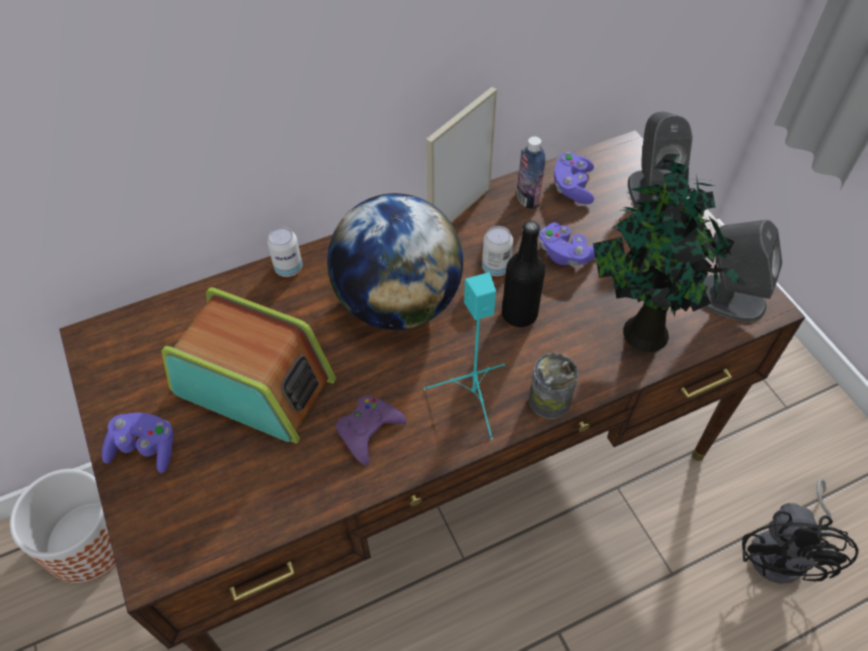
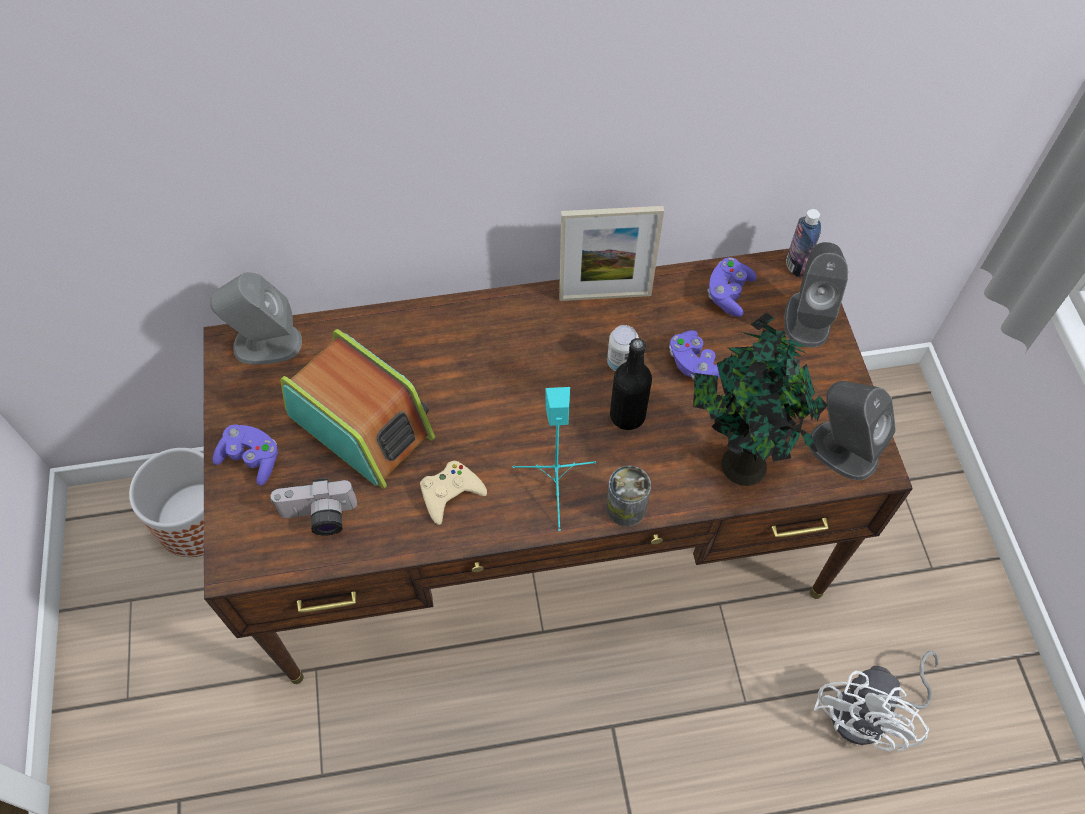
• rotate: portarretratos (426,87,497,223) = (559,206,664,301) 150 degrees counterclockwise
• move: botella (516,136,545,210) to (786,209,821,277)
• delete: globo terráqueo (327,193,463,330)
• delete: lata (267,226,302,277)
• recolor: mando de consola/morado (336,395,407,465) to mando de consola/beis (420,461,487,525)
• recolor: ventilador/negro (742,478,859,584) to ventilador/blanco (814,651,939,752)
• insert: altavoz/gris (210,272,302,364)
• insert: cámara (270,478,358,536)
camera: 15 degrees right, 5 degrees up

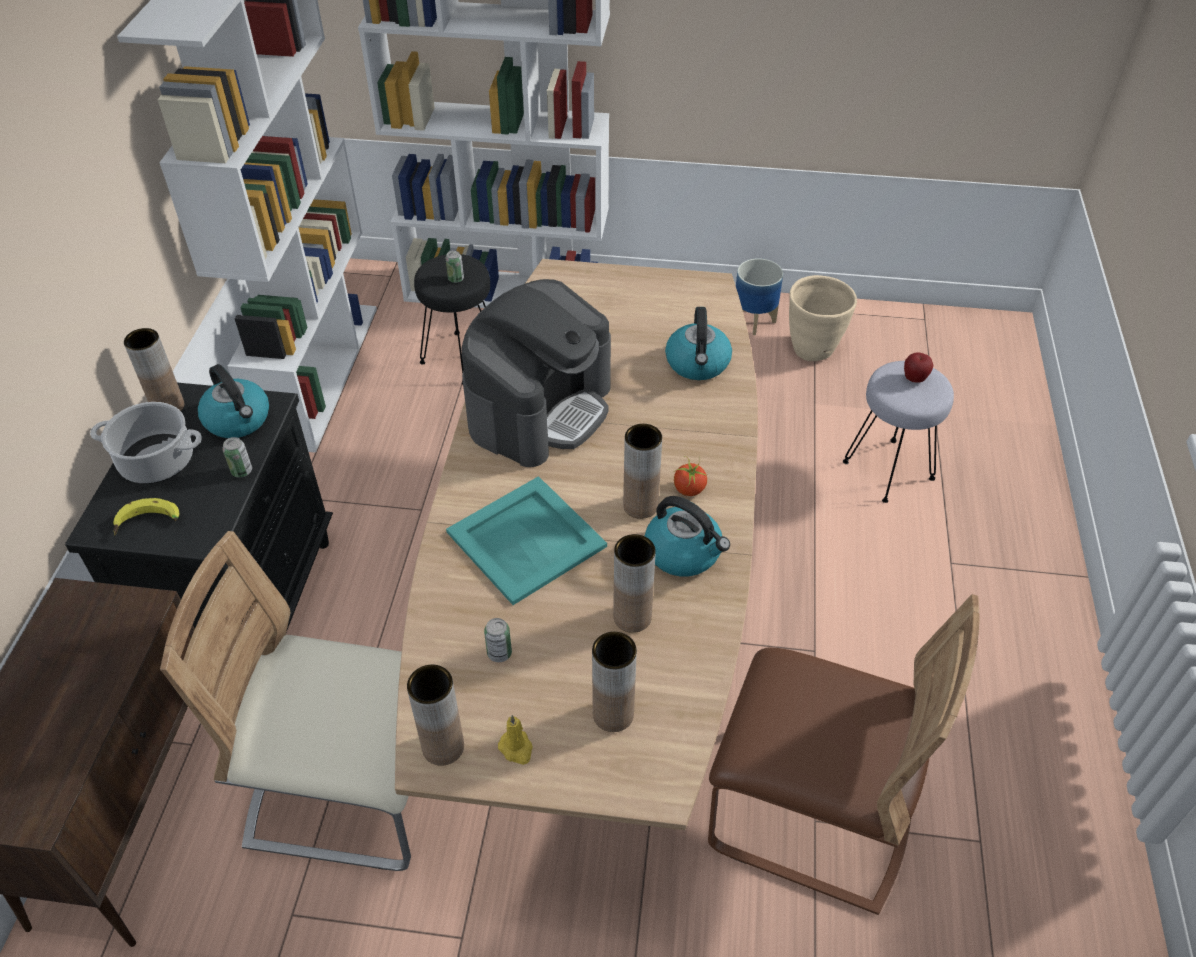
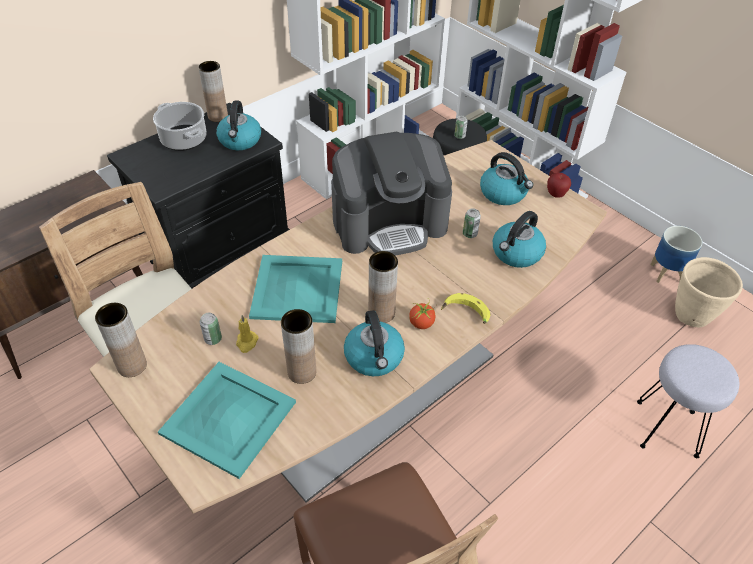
• move: manzana (904,353,933,383) to (547,173,571,198)
• move: lata (223,437,252,477) to (463,208,481,238)
• move: plátano (113,498,180,535) to (441,293,490,324)
• replace: florero/marrón (592,632,637,732) to bandeja/turquesa (158,362,296,479)
• move: vela/amarillo (498,715,533,765) to (236,315,259,353)
• insert: hervidor (480,152,533,205)
camera: 40 degrees right, 0 degrees up

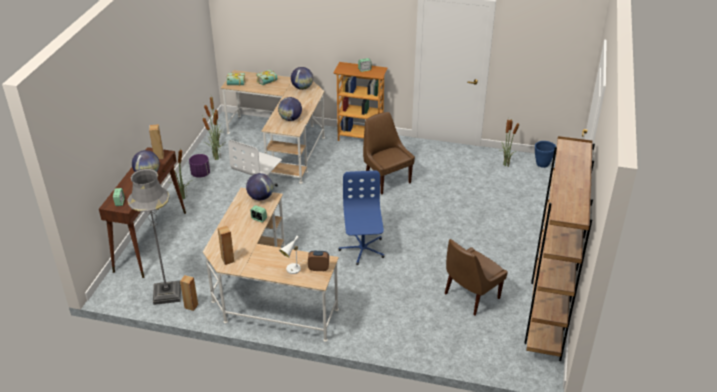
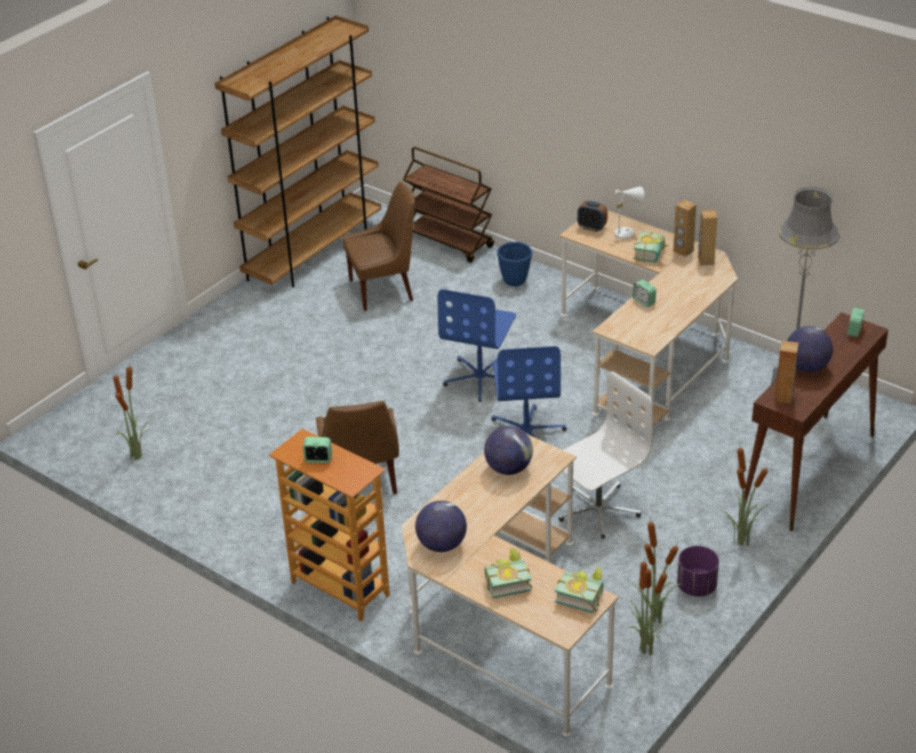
• move: maceta/azul (535,141,556,168) to (497,242,532,287)
• delete: globo terráqueo (246,173,274,200)
• move: altavoz/marrón (180,275,198,311) to (673,199,696,257)
• insert: carrito/marrón (403,147,494,263)
• insert: libro (634,232,668,263)
• insert: silla de oficina/azul (492,346,567,437)
camera: 155 degrees left, 0 degrees up

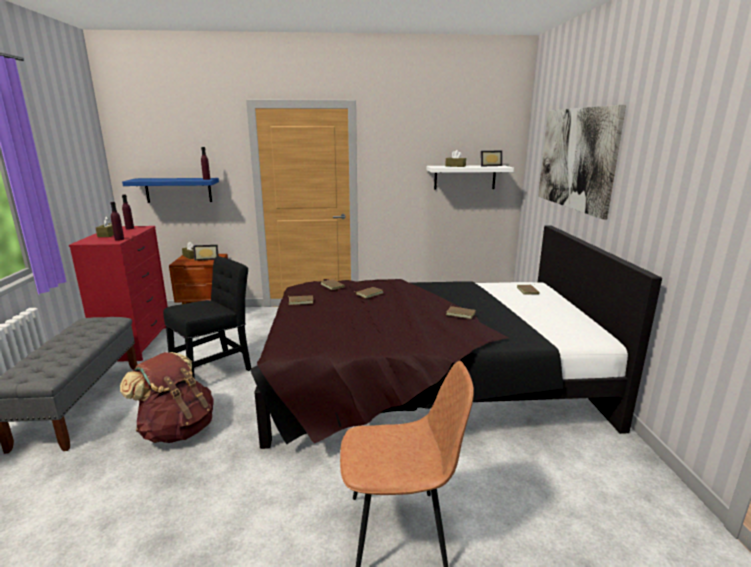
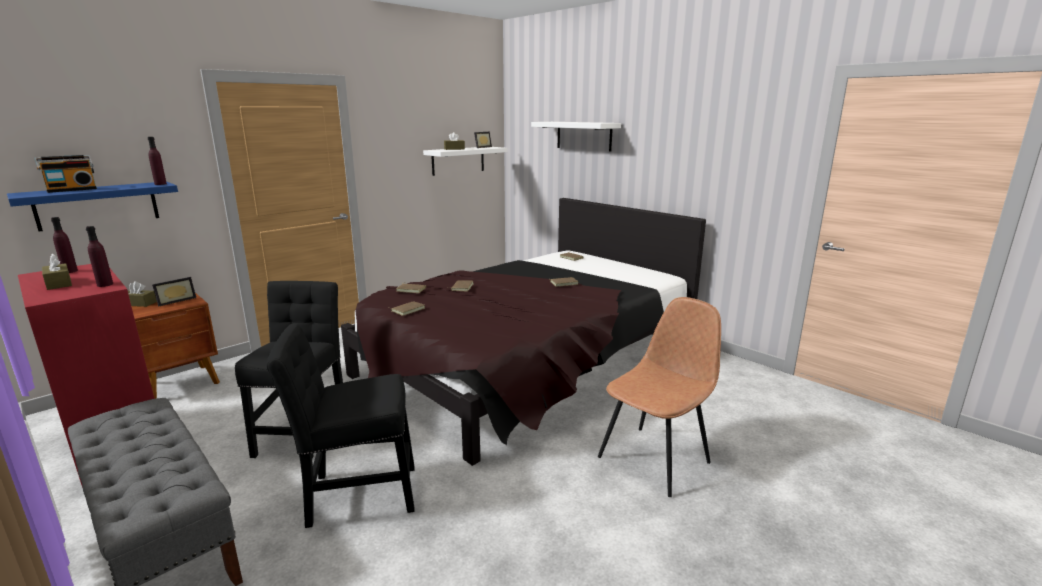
• replace: cuadro (538,105,626,219) to estante/blanco (531,122,621,152)
• replace: mochila/marrón (120,352,214,443) to silla/negro (266,323,415,528)
• insert: radio (35,155,97,193)
camera: 40 degrees left, 0 degrees up

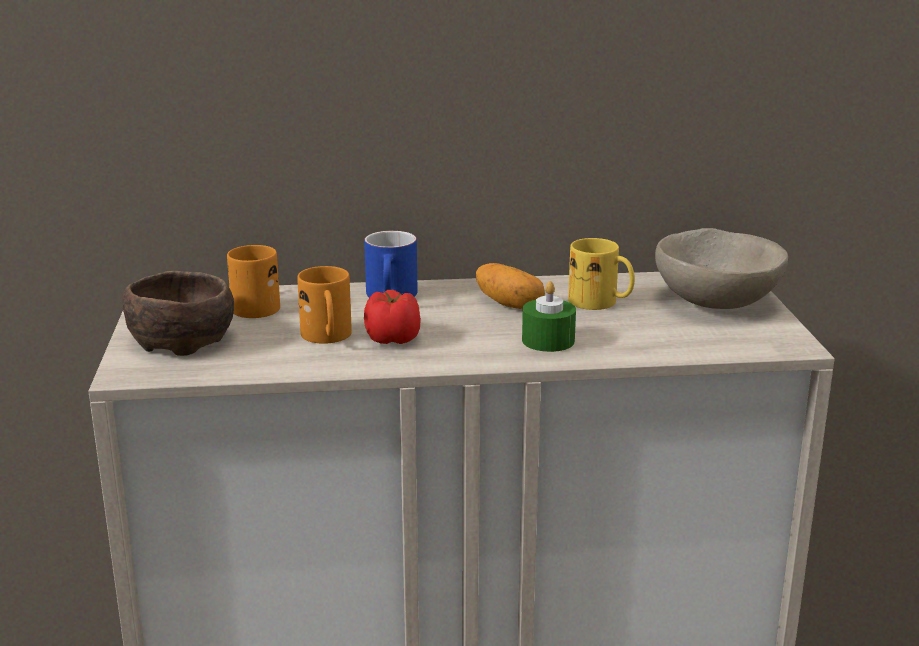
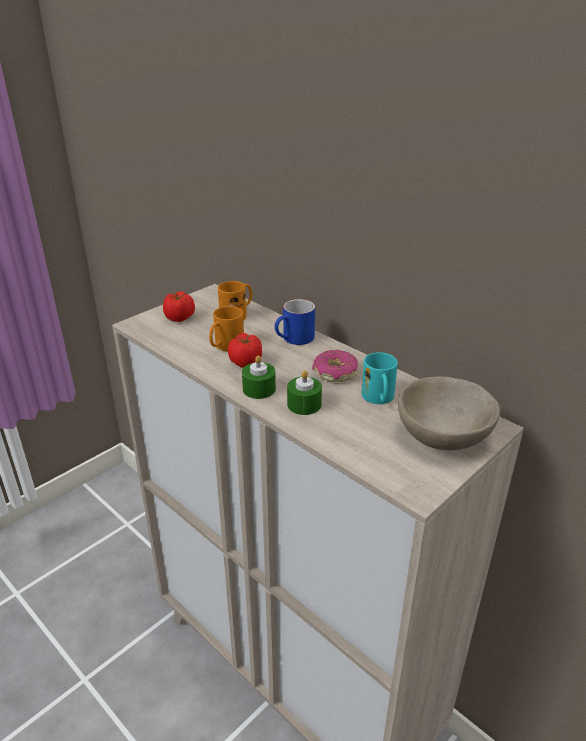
• recolor: taza grande/amarillo (568,238,635,310) to taza grande/turquesa (362,352,398,404)
• replace: patata (476,263,545,309) to rosquilla (312,350,358,382)
• replace: cuenco/marrón (123,271,234,356) to tomate (163,291,195,322)
• insert: vela/verde (242,355,276,399)
camera: 50 degrees right, 10 degrees up

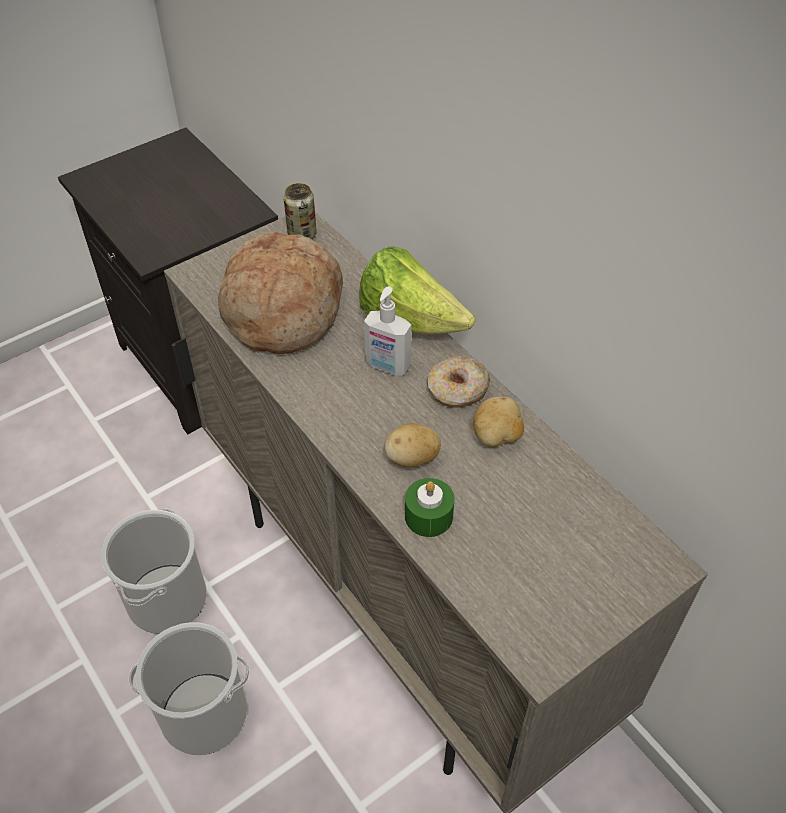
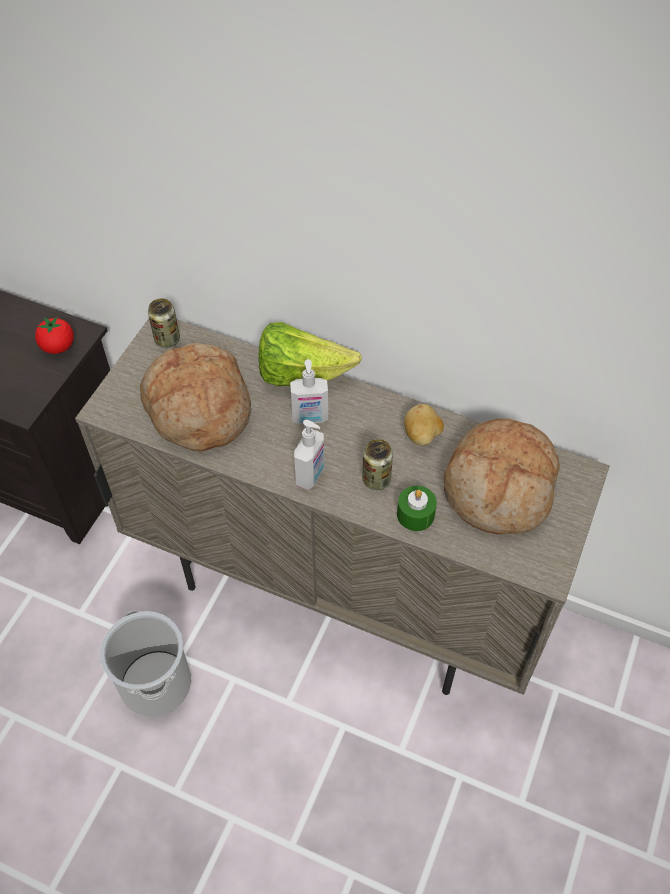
• delete: rosquilla (427,356,490,408)
• replace: patata (384,423,441,467) to lata (362,439,393,490)
• delete: cubo (129,622,249,755)
• insert: tomate (35,317,74,354)
• insert: pan (443,419,560,534)
• insert: dispensador de jabón (294,420,324,490)
camera: 30 degrees left, 5 degrees up

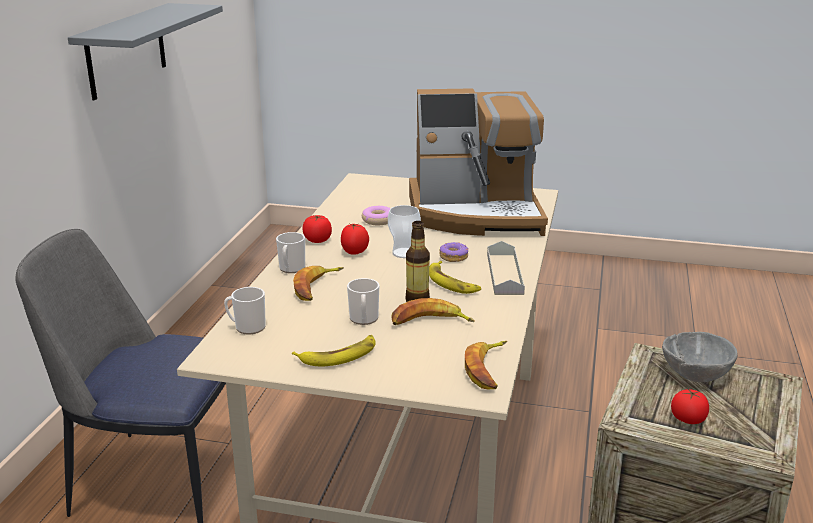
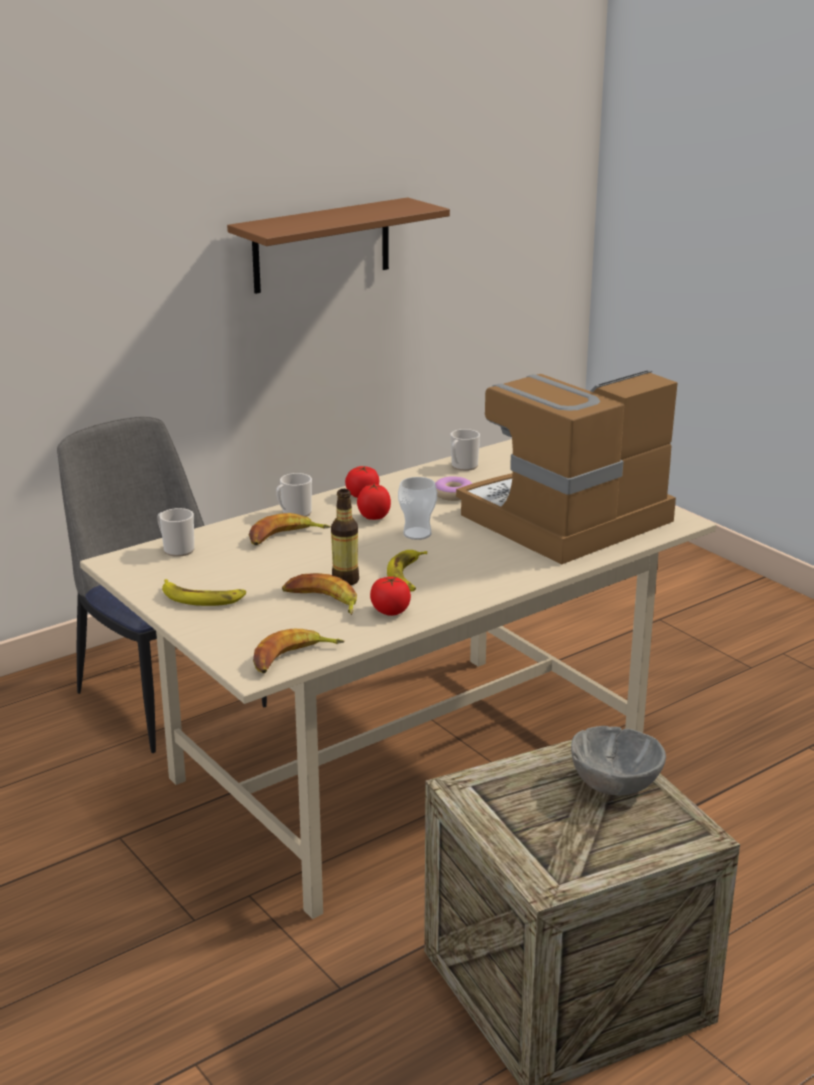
• recolor: estante/gris (68,3,223,100) to estante/marrón (227,197,450,294)
• rotate: cafetera (409,88,548,236) = (456,370,678,565) 105 degrees clockwise
• delete: bandeja/gris (487,241,525,295)
• delete: rosquilla (439,242,469,262)
• move: taza grande (347,278,379,325) to (451,429,480,471)
• move: tomate (671,389,709,424) to (370,577,411,616)
camera: 40 degrees right, 0 degrees up

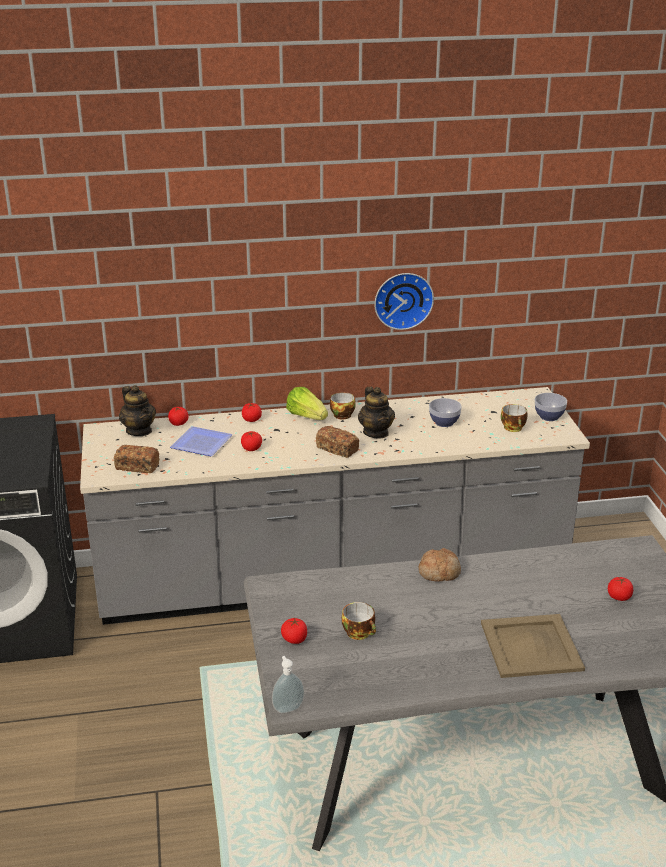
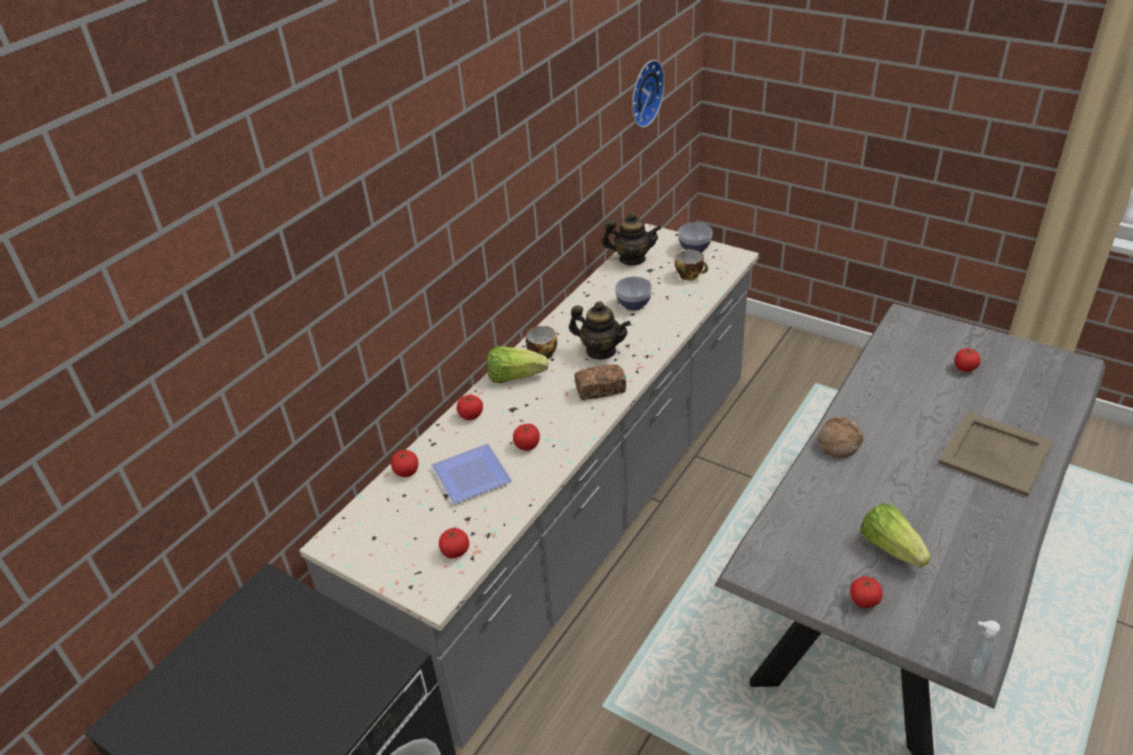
• move: reloj de pared (374,273,434,330) to (632,60,665,128)
• move: tetera (119,385,156,436) to (602,212,661,266)
• replace: pan (114,445,159,473) to tomate (439,528,469,558)
• replace: taza (342,602,376,640) to lechuga (860,504,931,567)
camera: 45 degrees left, 10 degrees up

